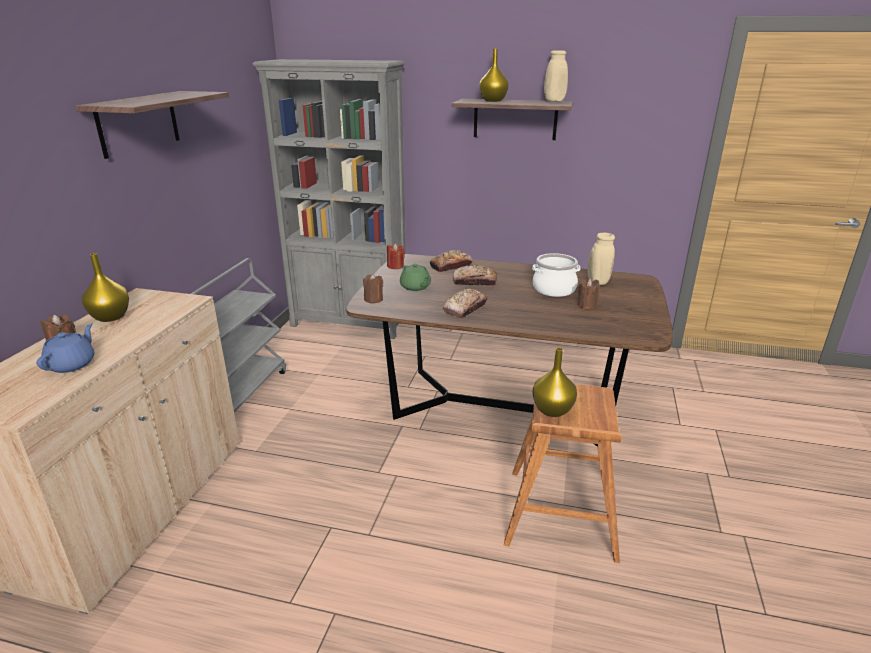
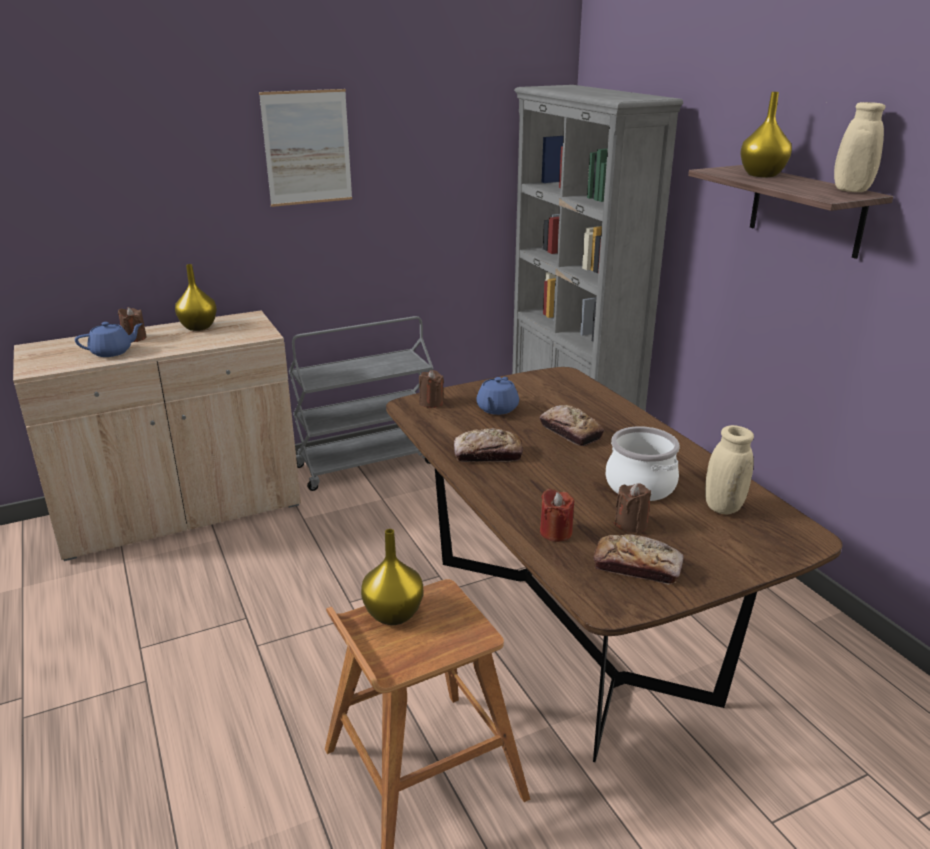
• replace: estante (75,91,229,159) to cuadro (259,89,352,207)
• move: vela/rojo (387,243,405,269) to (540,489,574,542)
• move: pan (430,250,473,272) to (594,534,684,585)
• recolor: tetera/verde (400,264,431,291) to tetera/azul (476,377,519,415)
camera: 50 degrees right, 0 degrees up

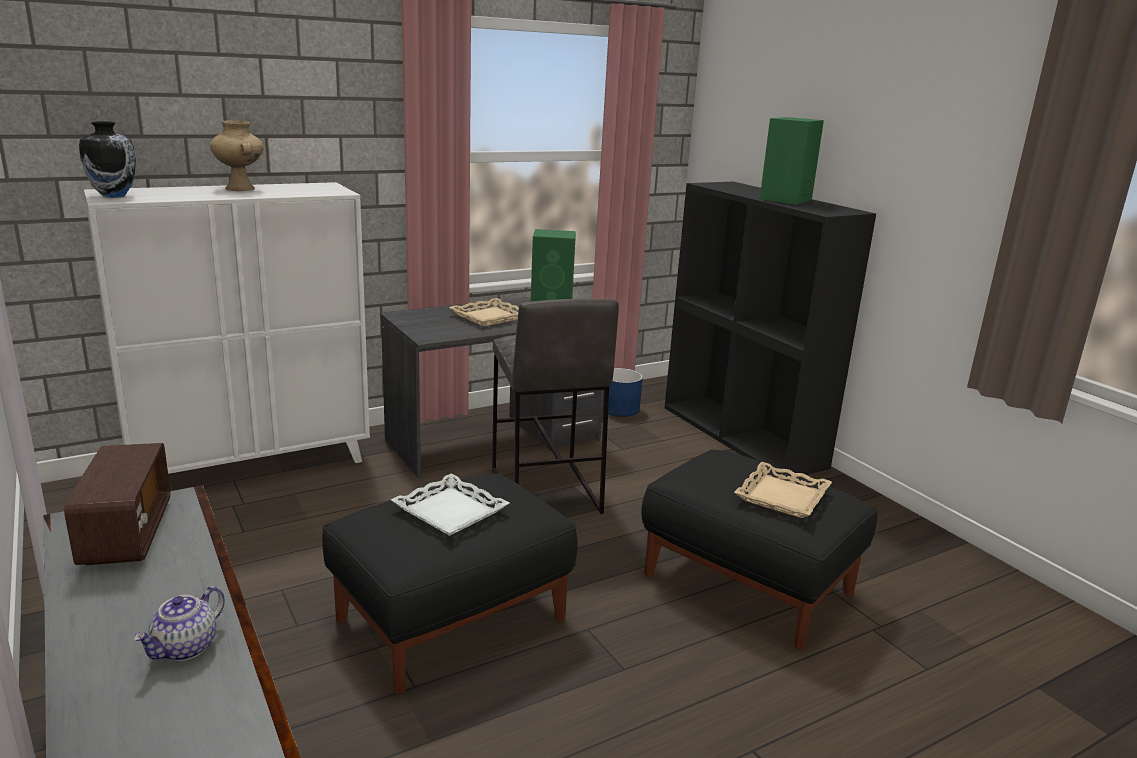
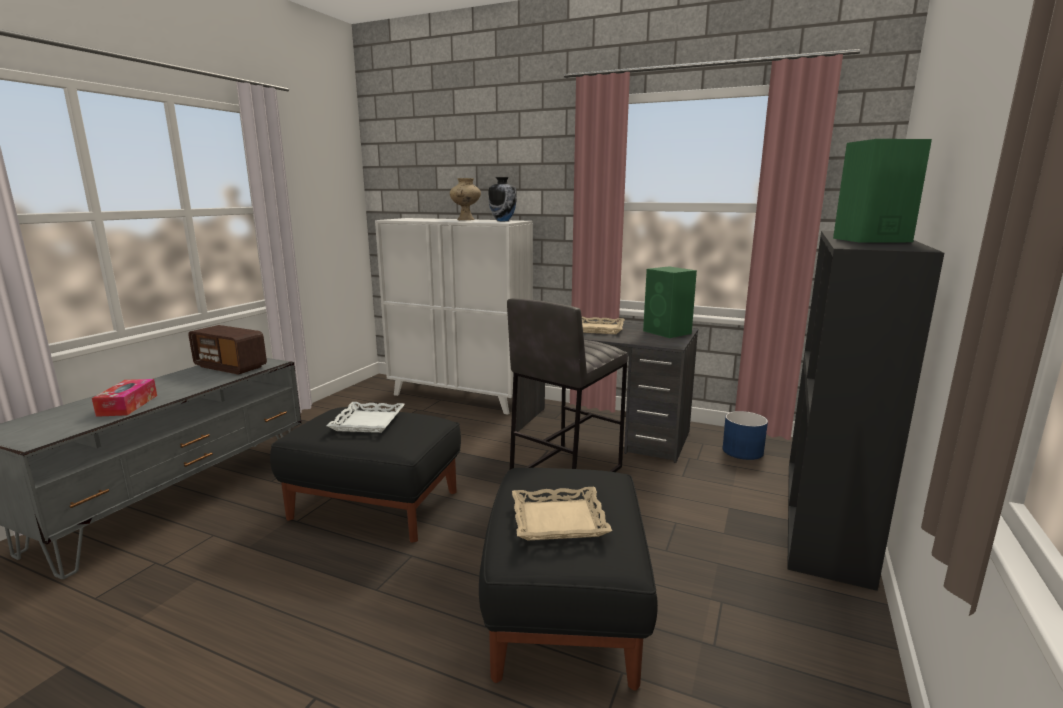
• move: florero (79,121,136,198) to (488,177,517,221)
• rotate: radio (64,443,170,565) = (188,325,267,375) 75 degrees clockwise
• replace: tetera (133,586,225,661) to caja de pañuelos (92,379,157,417)
camera: 55 degrees right, 5 degrees down

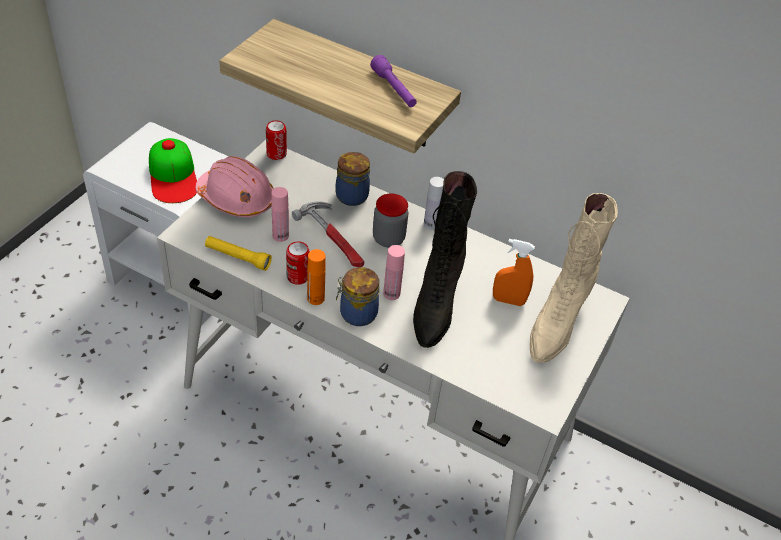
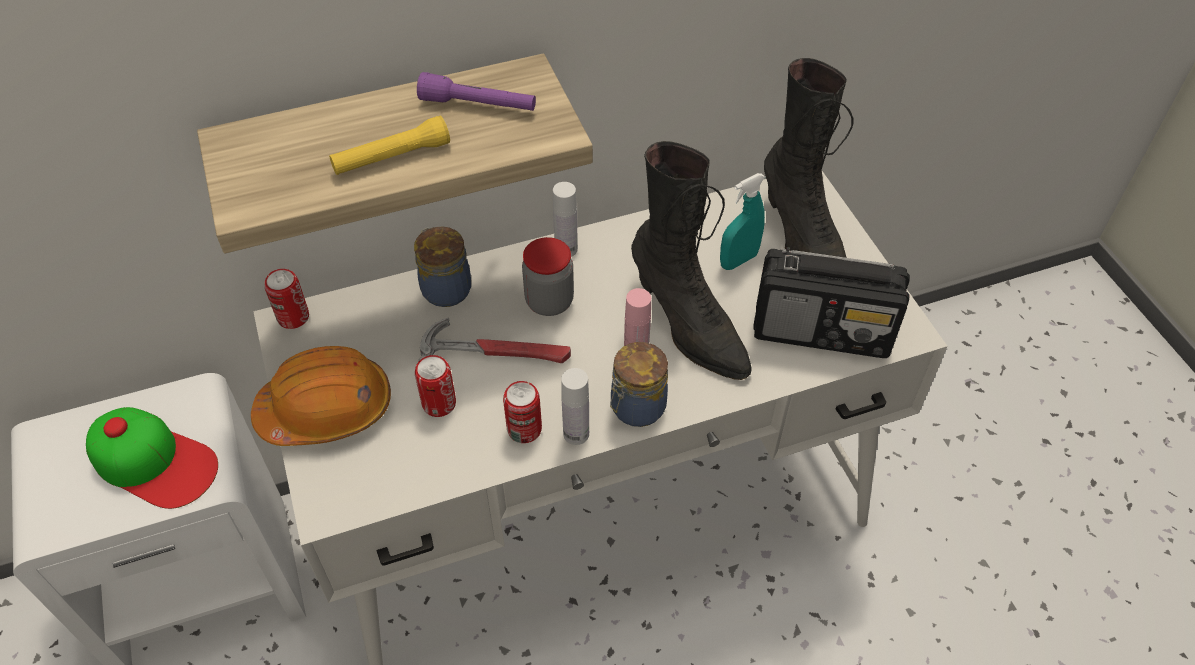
• recolor: casco/rosa (196,156,274,217) to casco/naranja (251,346,391,446)
• replace: botella/rosa (272,187,289,242) to lata (415,355,456,417)
• recolor: bota/beis (530,193,618,363) to bota/negro (764,58,854,258)
• move: linterna/amarillo (205,236,272,271) to (329,116,450,175)
• recolor: pulverizador/naranja (493,239,535,306) to pulverizador/turquesa (720,173,765,270)
• recolor: botella/naranja (307,249,326,305) to botella/blanco (561,368,589,445)
• insert: radio (753,247,910,358)
camera: 45 degrees left, 5 degrees up

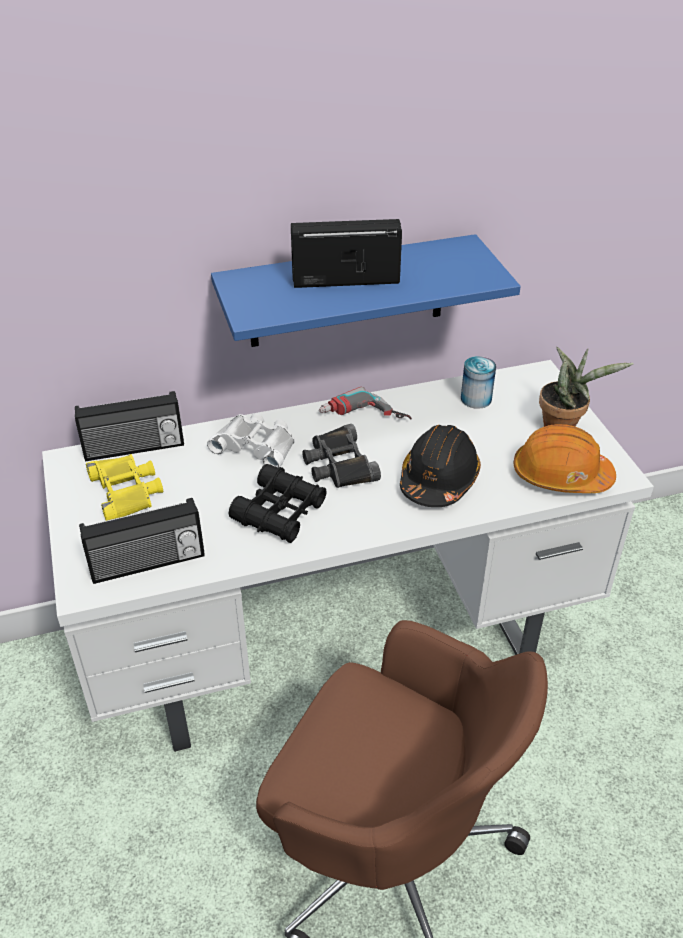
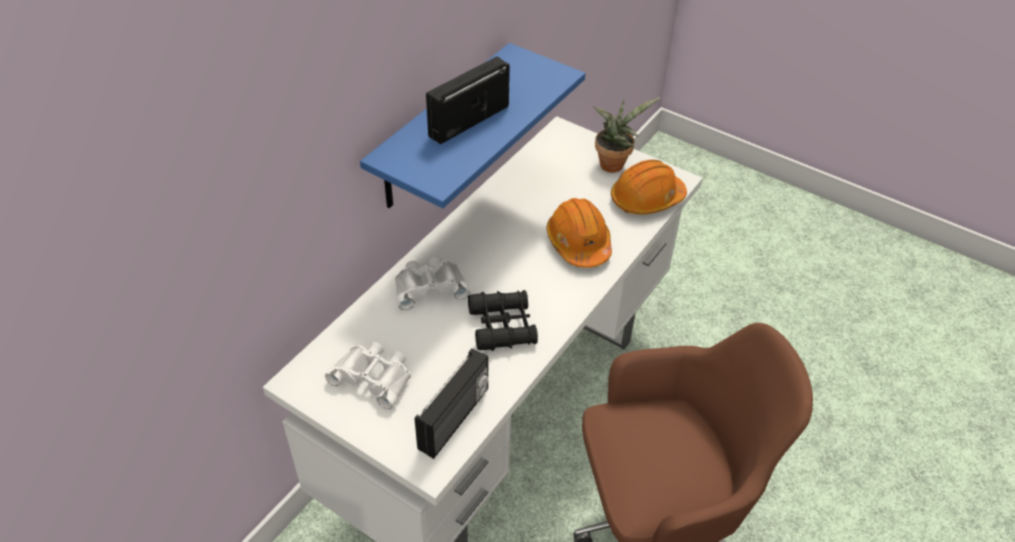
• delete: lata (461,356,496,409)
• delete: taladro (319,387,412,419)
• delete: radio (75,391,184,461)
• delete: prismáticos/negro (302,424,381,488)
• recolor: casco/negro (400,425,481,507) to casco/naranja (547,198,612,268)
• recolor: prismáticos/amarillo (86,454,163,521) to prismáticos/blanco (325,342,411,409)
camera: 40 degrees left, 5 degrees up

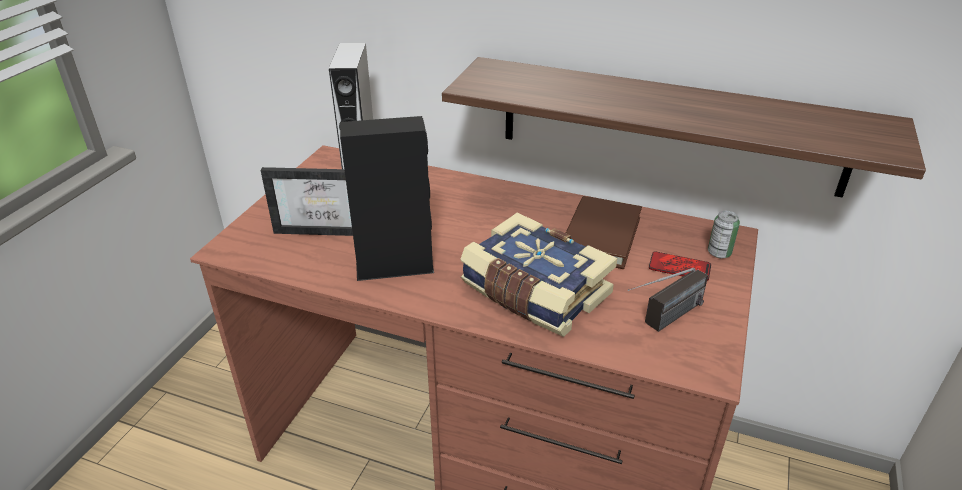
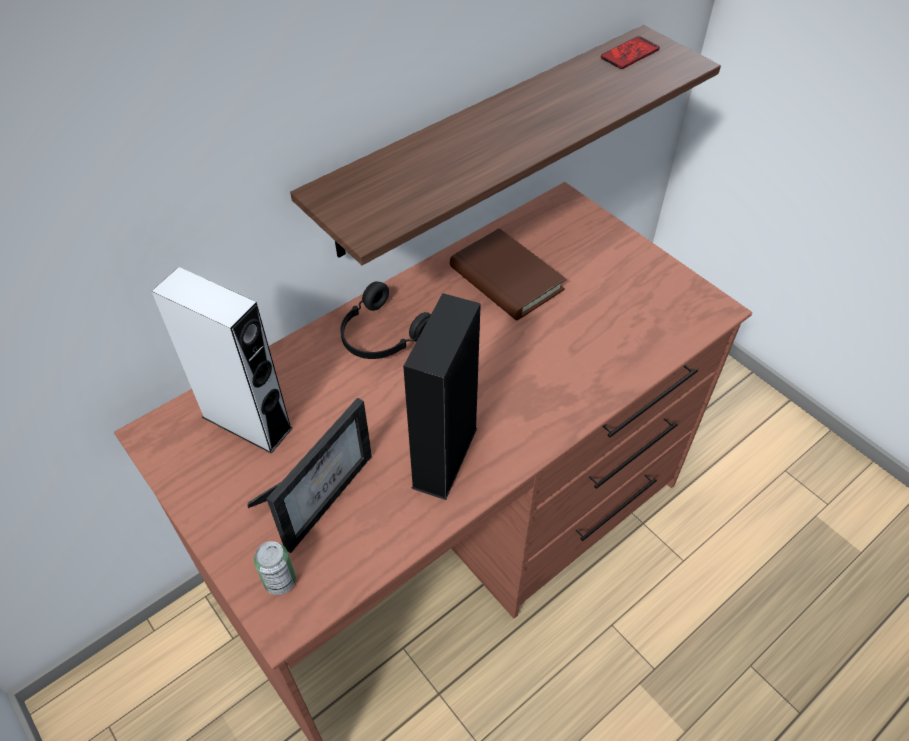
• move: lata (708,211,740,258) to (254,541,296,595)
• delete: libro (460,213,617,337)
• move: móvil (649,251,711,281) to (601,36,660,69)
• delete: radio (628,268,708,332)
• insert: auriculares/negro (340,282,431,359)
camera: 60 degrees left, 15 degrees up

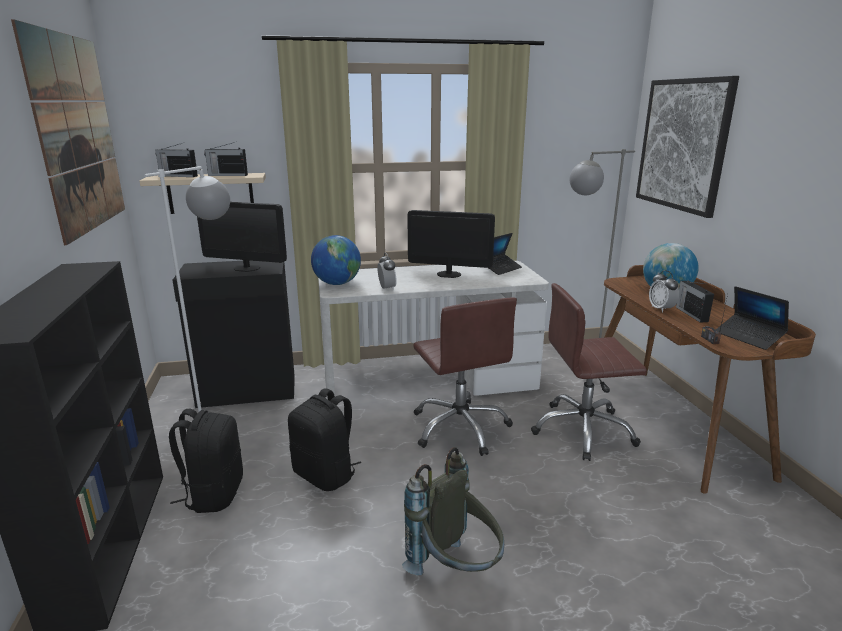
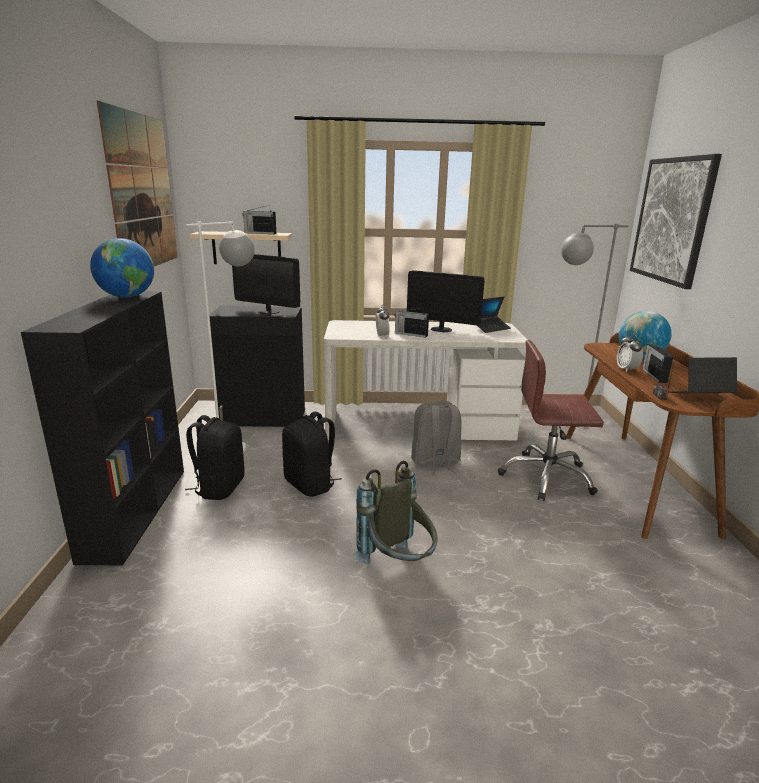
• move: radio (155,143,198,177) to (394,308,429,338)
• move: globo terráqueo (311,235,361,285) to (90,238,154,298)
• rotate: portátil (716,286,789,350) = (669,357,738,393) 105 degrees clockwise
• replace: silla de oficina/marrón (413,297,517,456) to mochila/gris (411,401,461,475)
camera: 10 degrees right, 0 degrees up

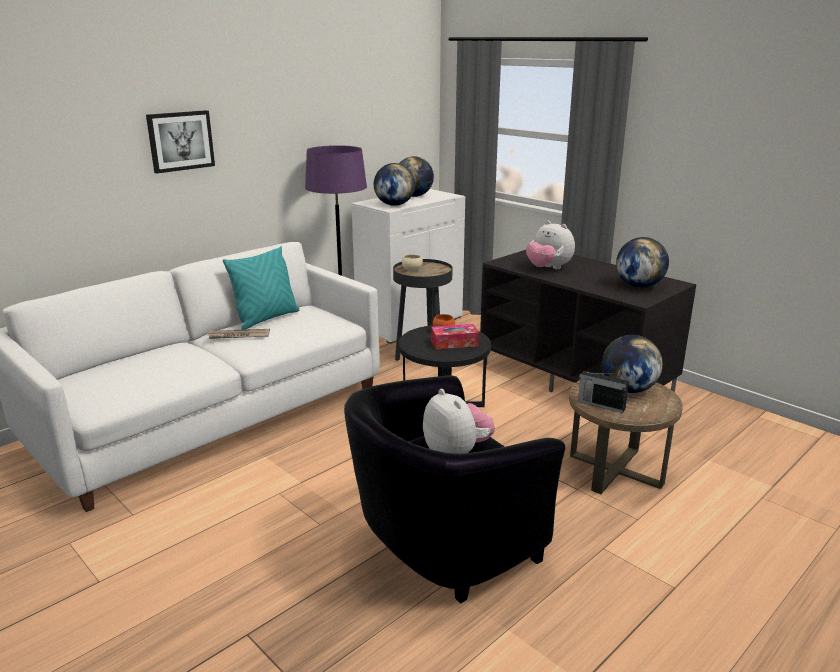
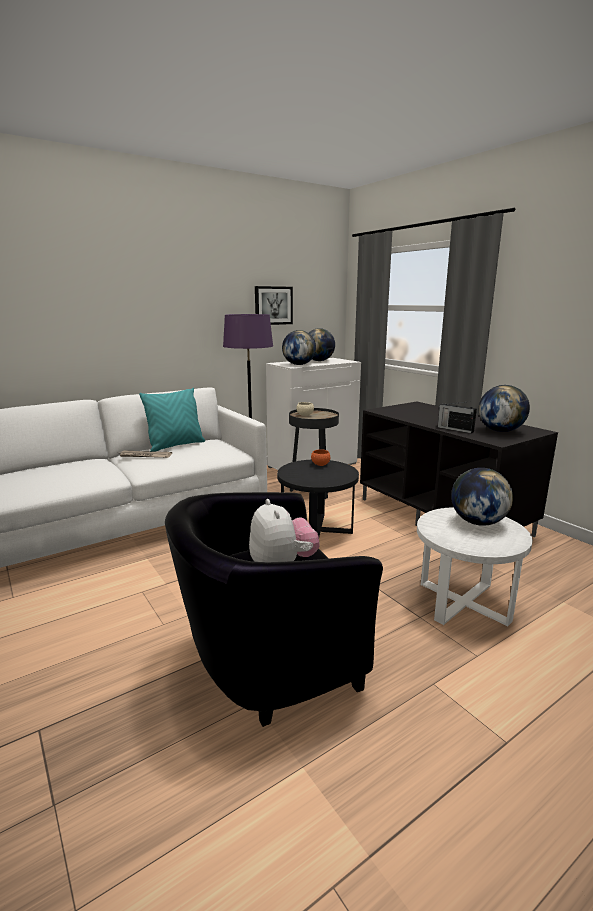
• move: cuadro (146,110,215,174) to (255,286,293,325)
• delete: peluche (526,221,575,269)
• delete: caja de pañuelos (431,324,479,349)
• move: radio (578,371,629,413) to (438,401,477,433)
• recolor: mesa auxiliar/marrón (569,374,683,494) to mesa auxiliar/blanco (417,507,533,626)
camera: 10 degrees right, 5 degrees down

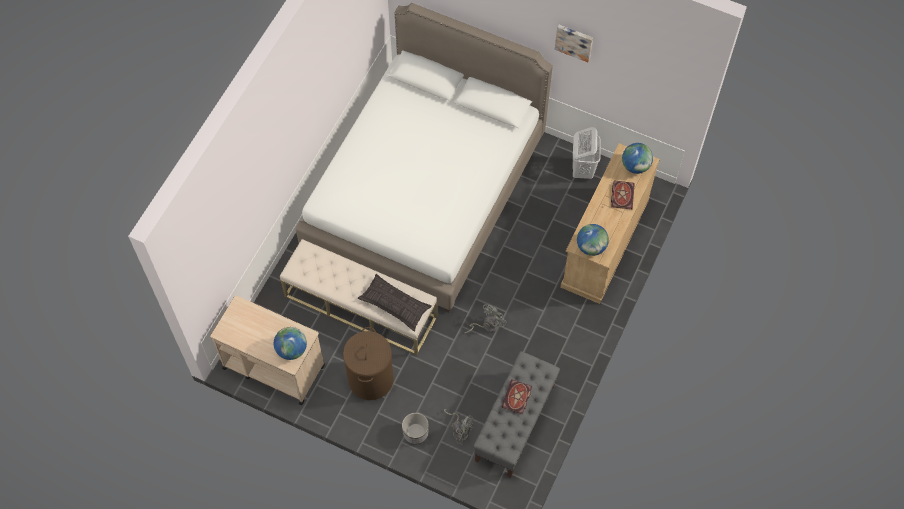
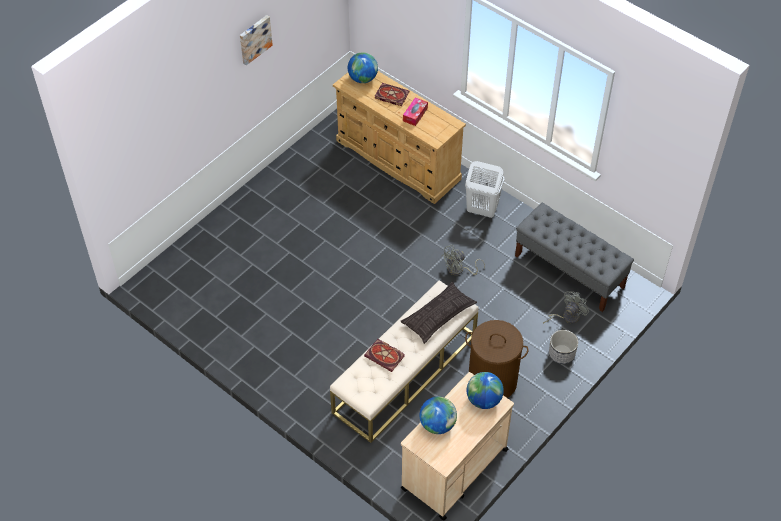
• delete: cama/blanco (296,3,553,312)
• move: cesto de la ropa/blanco (572,127,601,179) to (465,161,504,218)
• move: globo terráqueo (577,224,609,256) to (419,396,457,434)
• rotate: ventilador/gris (465,304,507,333) = (442,245,485,275) 90 degrees counterclockwise
• move: libro (502,379,532,414) to (364,339,405,372)
• insert: caja de pañuelos (403,97,428,126)
camera: 75 degrees left, 10 degrees down

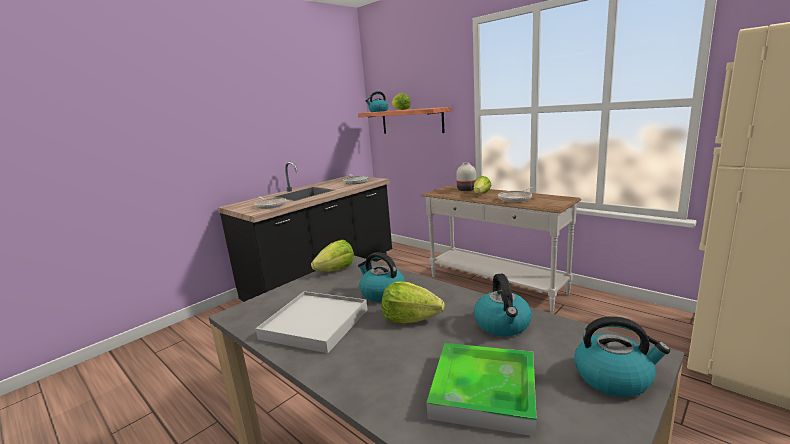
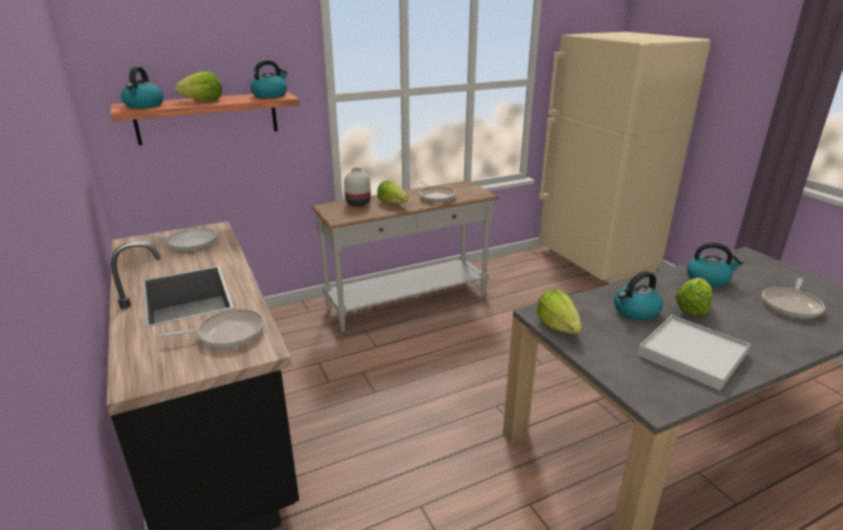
• move: hervidor (574,316,670,397) to (251,60,287,98)
• replace: bandeja (427,343,537,436) to sartén (762,278,825,318)
camera: 70 degrees left, 10 degrees up

